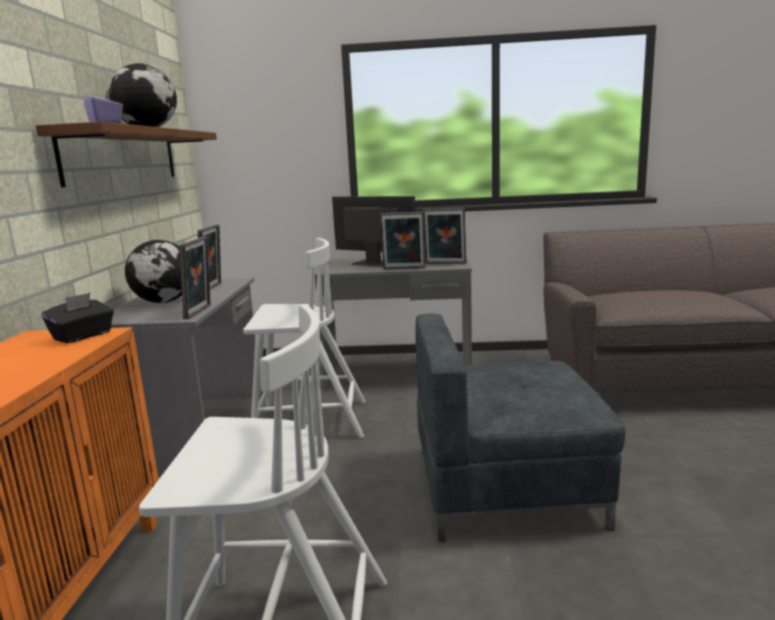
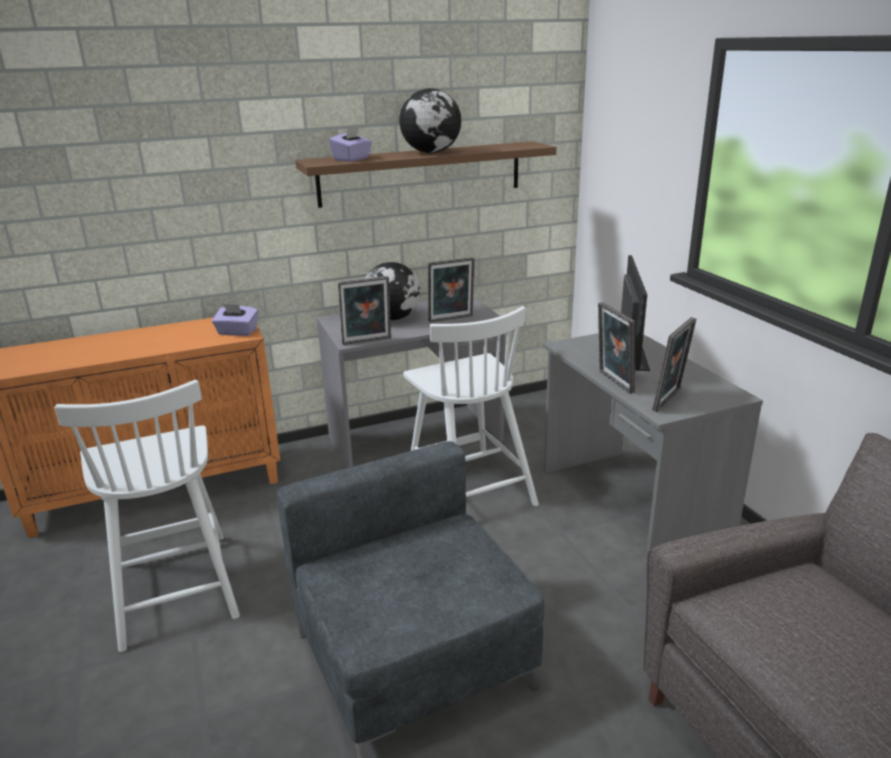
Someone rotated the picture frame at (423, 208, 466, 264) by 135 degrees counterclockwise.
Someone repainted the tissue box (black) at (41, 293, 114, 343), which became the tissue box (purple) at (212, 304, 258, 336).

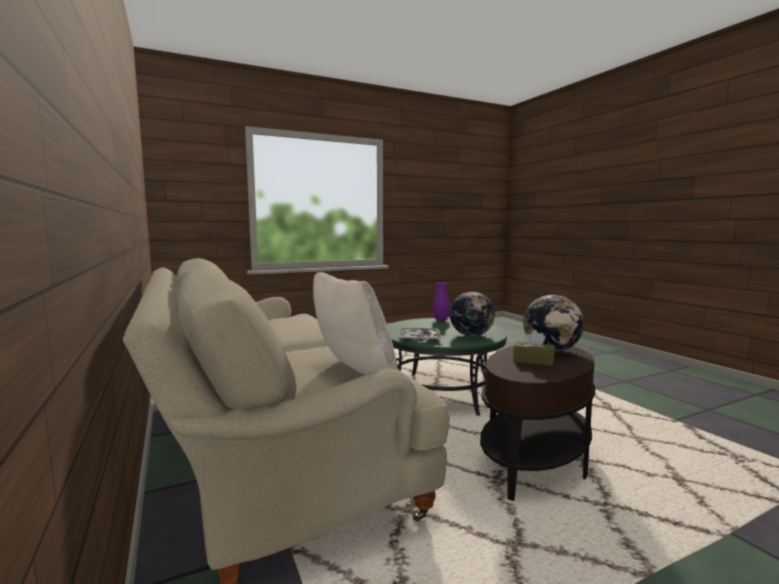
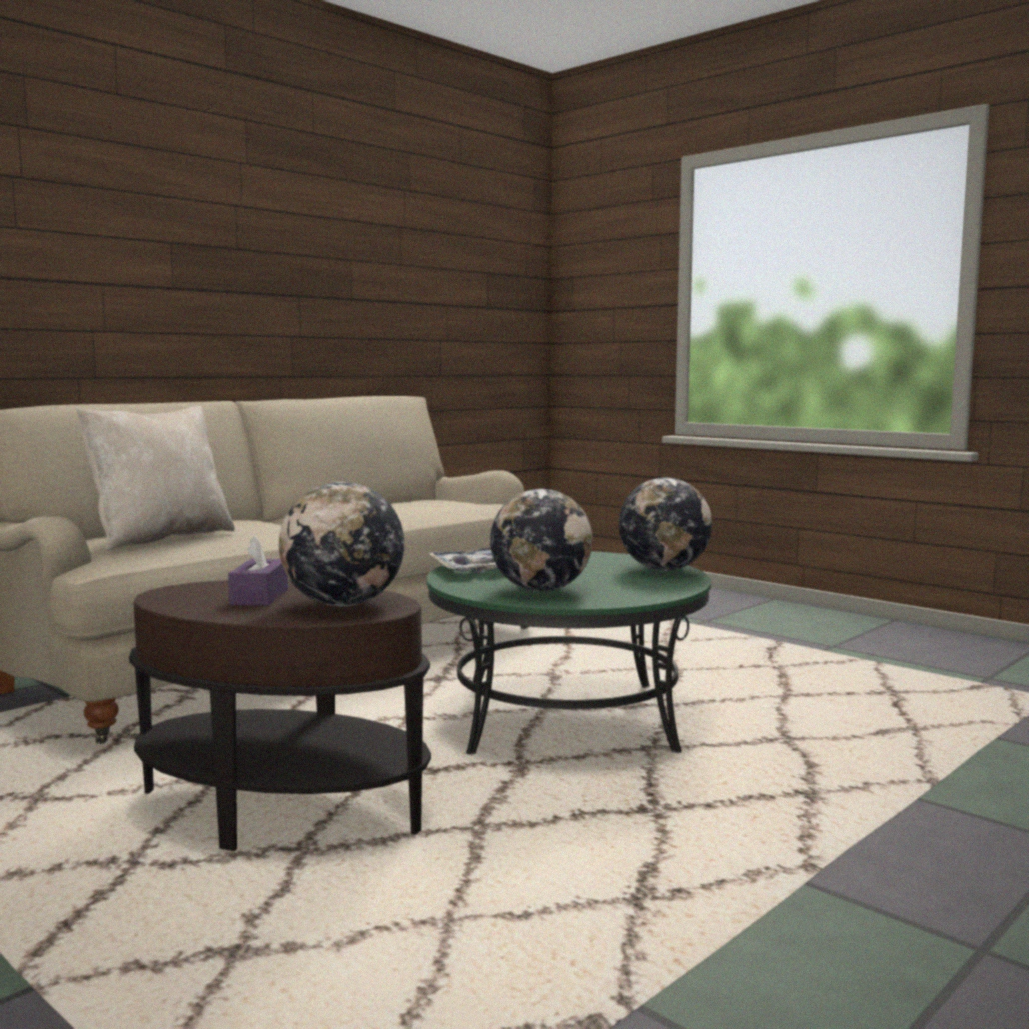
Someone swapped the vase (purple) at (432, 282, 450, 321) for the globe at (619, 477, 712, 571).
Someone repainted the tissue box (brown) at (513, 330, 555, 366), which became the tissue box (purple) at (228, 535, 288, 606).

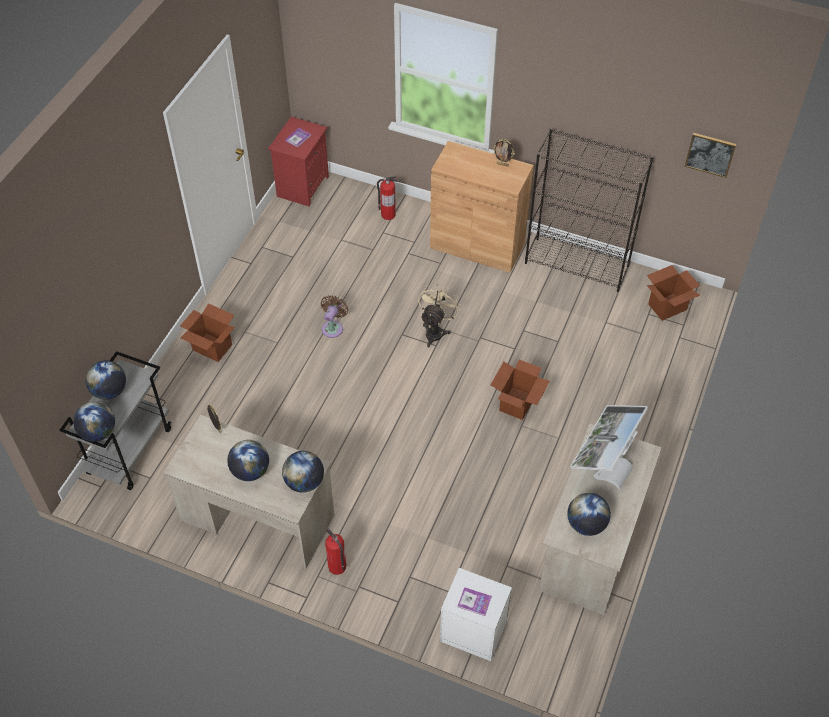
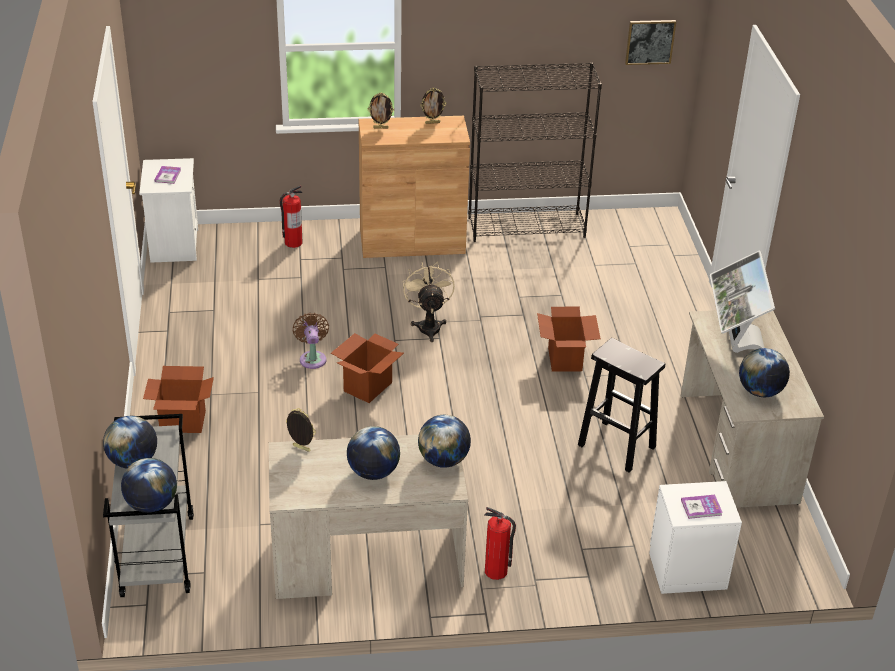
Someone repainted the nightstand (red) at (268, 117, 329, 206), which became the nightstand (white) at (139, 158, 198, 263).
Someone carried the cardboard box from (647, 265, 700, 321) to (331, 333, 404, 403).
Someone put down the picture frame at (368, 93, 394, 129).
Someone put down the stool (black) at (578, 338, 665, 473).

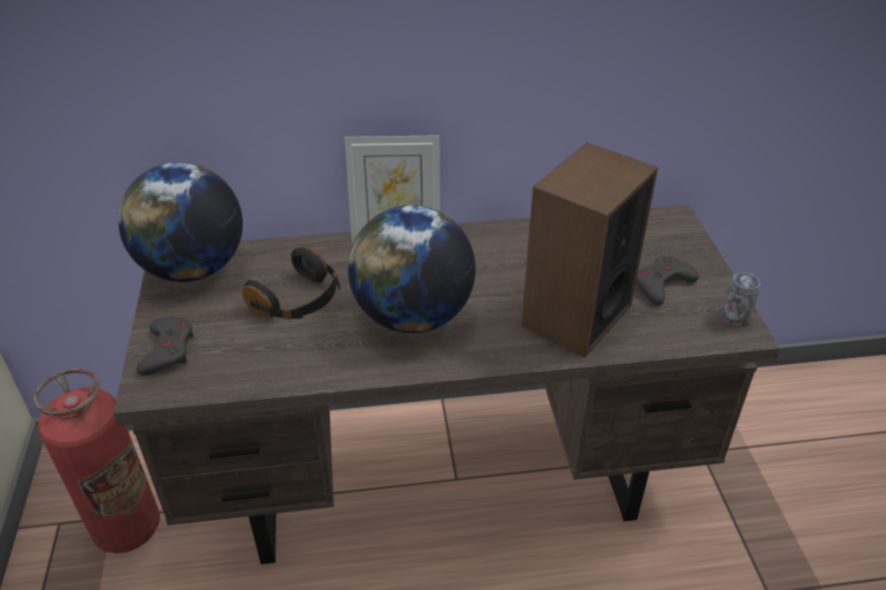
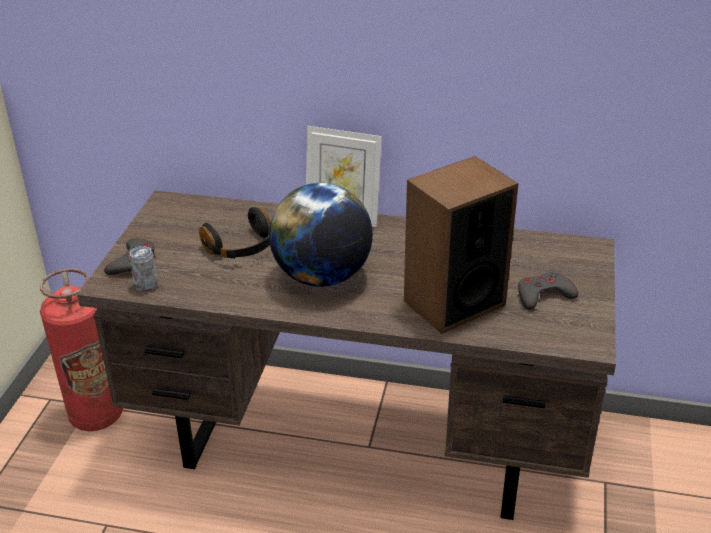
Someone took away the globe at (118, 162, 243, 282).
Someone carried the can from (721, 272, 760, 327) to (129, 246, 158, 292).

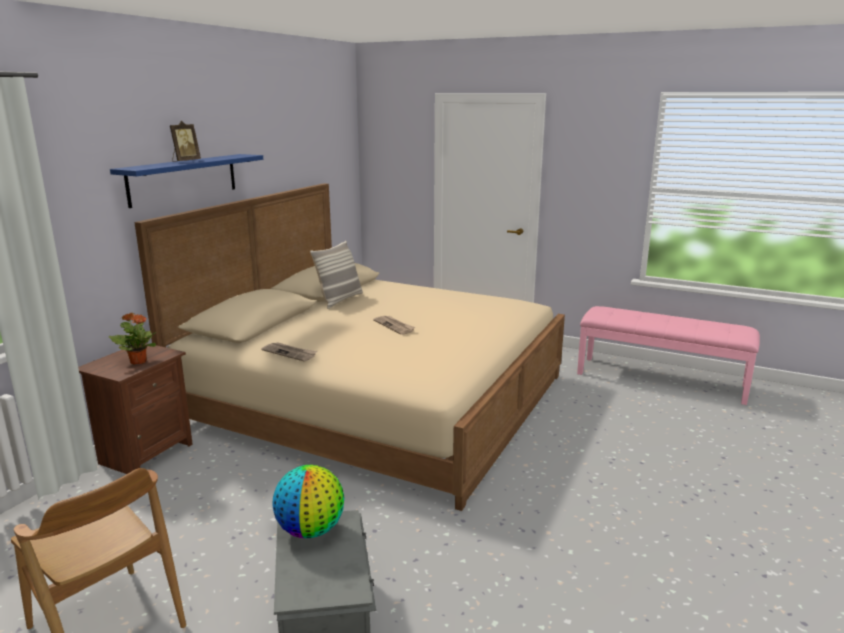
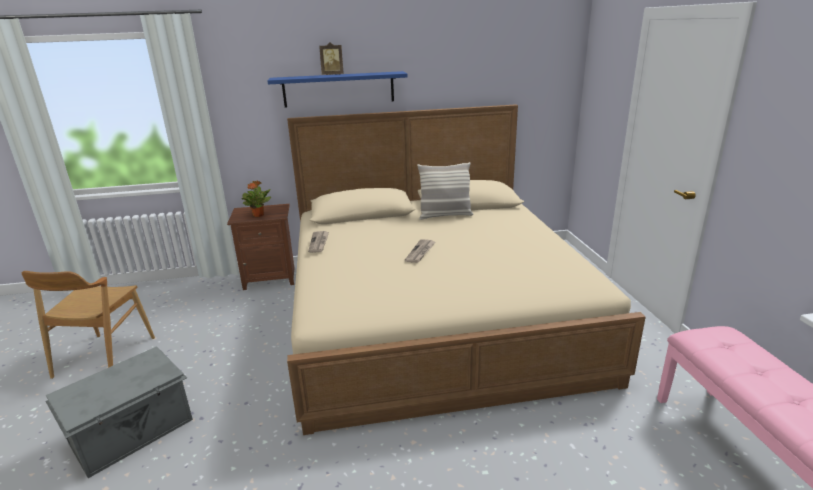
Someone took away the globe at (272, 465, 344, 538).

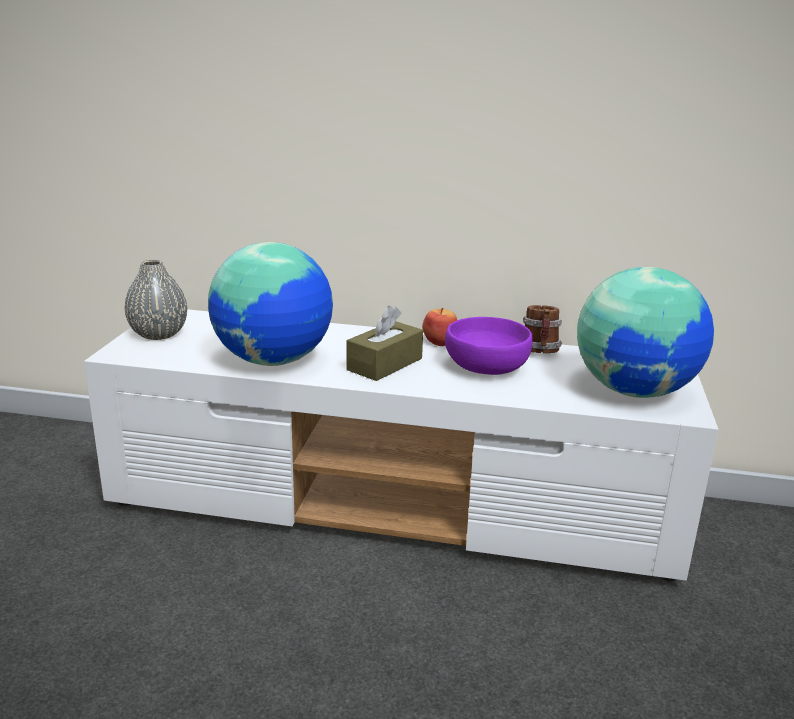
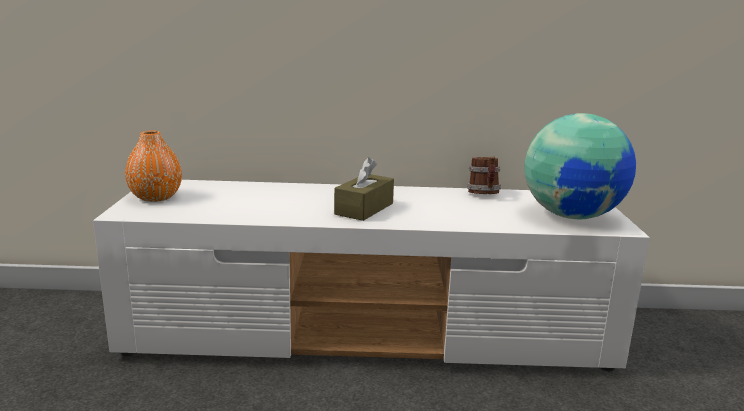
Someone took away the globe at (208, 242, 333, 366).
Someone repainted the vase (grey) at (125, 260, 187, 340), which became the vase (orange) at (125, 131, 182, 202).
Someone took away the apple at (422, 308, 457, 346).
Someone took away the bowl (purple) at (445, 317, 533, 375).

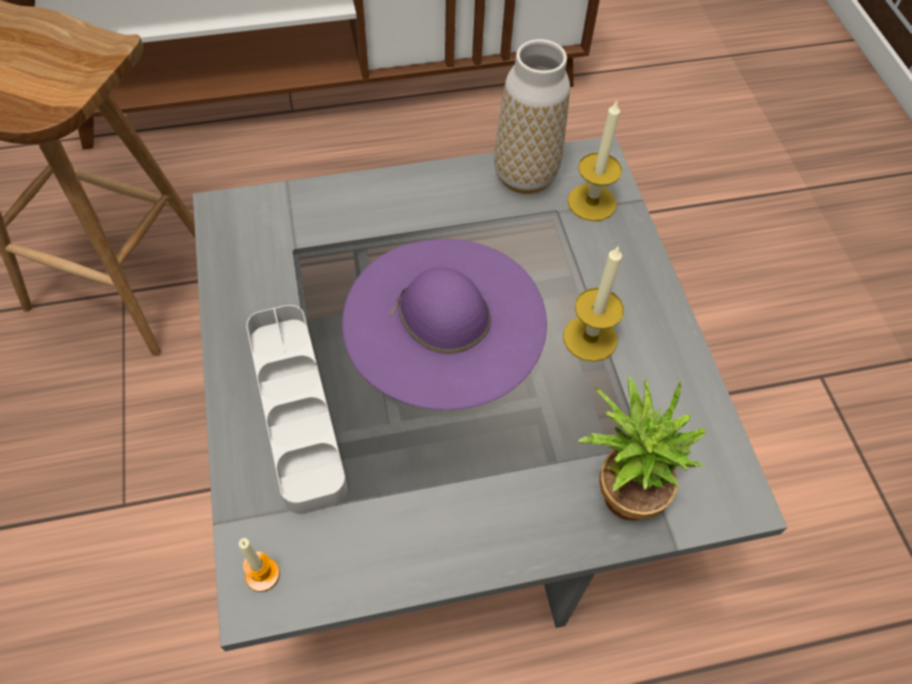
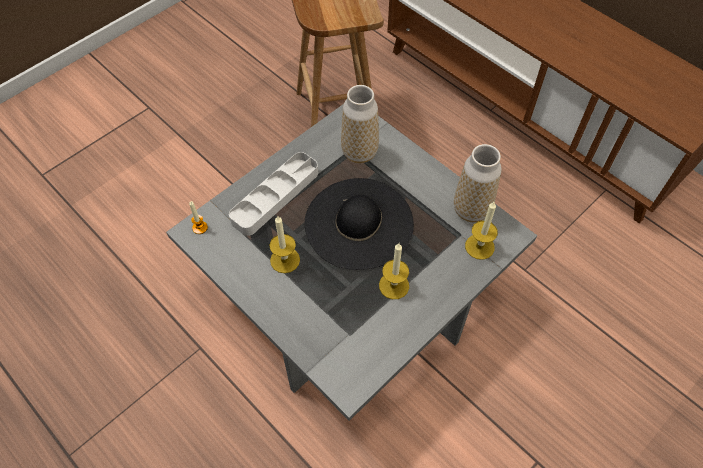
Someone repainted the hat (purple) at (342, 239, 547, 410), which became the hat (black) at (305, 178, 414, 270).
Someone took away the potted plant at (578, 376, 706, 520).
Someone put down the vase at (341, 85, 379, 163).
Someone put down the candle at (269, 215, 300, 273).

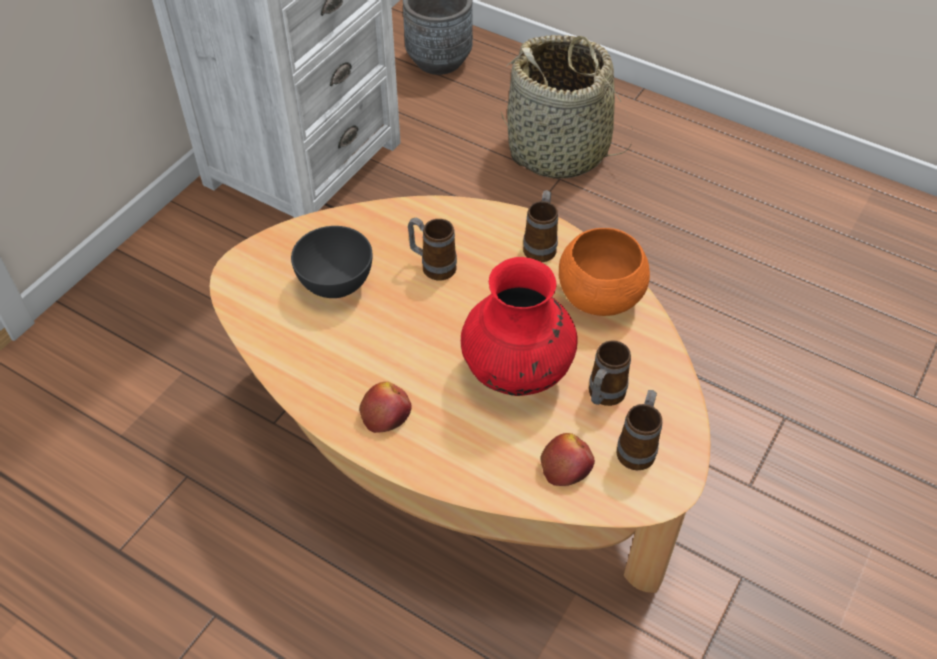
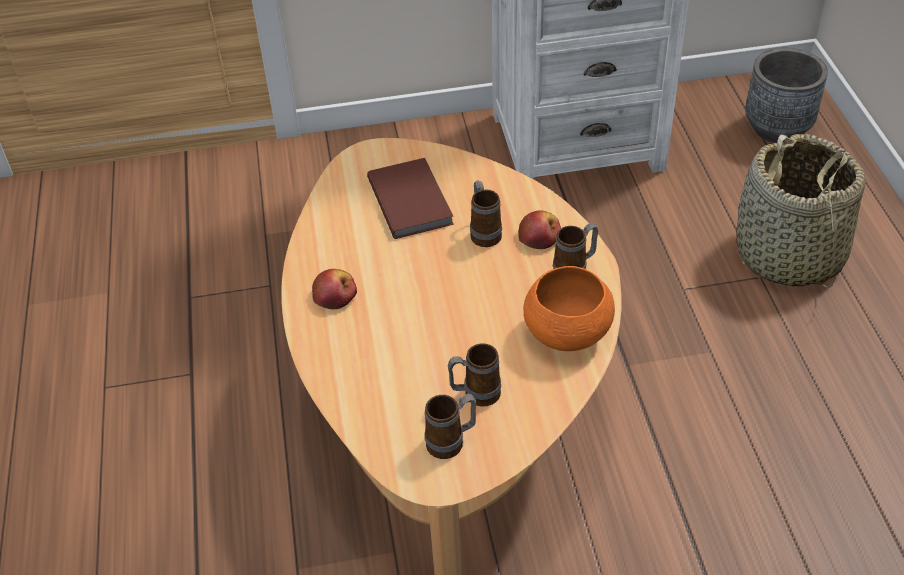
Someone swapped the bowl (grey) at (291, 226, 372, 298) for the book (brown) at (367, 158, 454, 239).
Someone took away the vase (red) at (461, 257, 578, 396).
Someone carried the apple from (540, 433, 595, 486) to (518, 210, 561, 249).

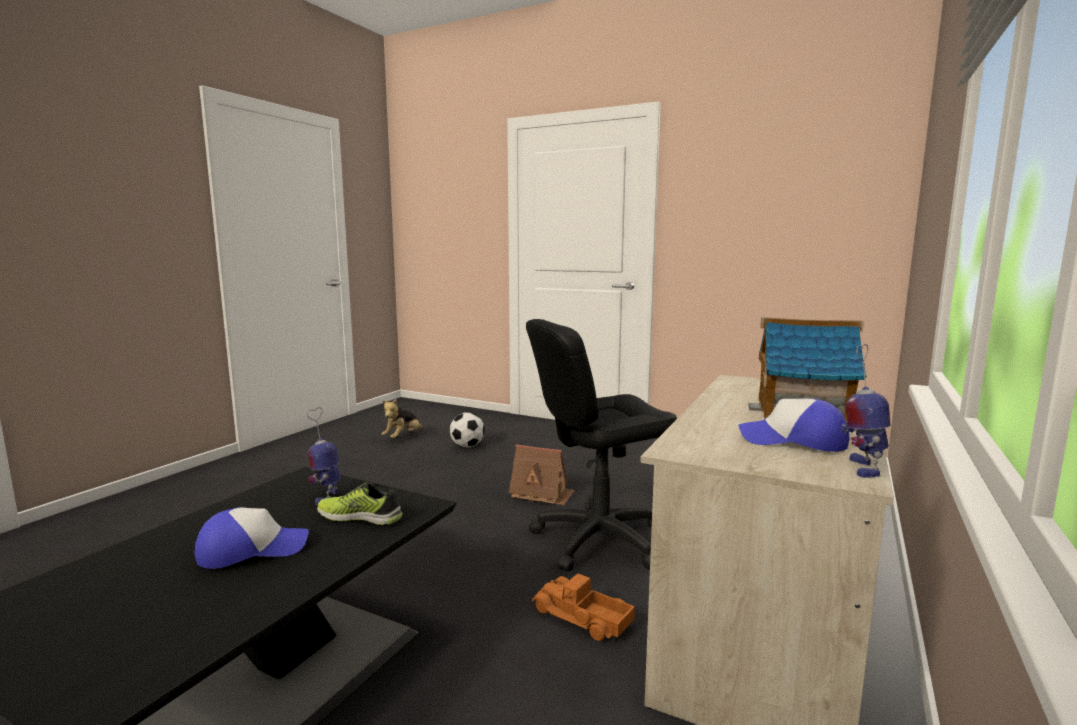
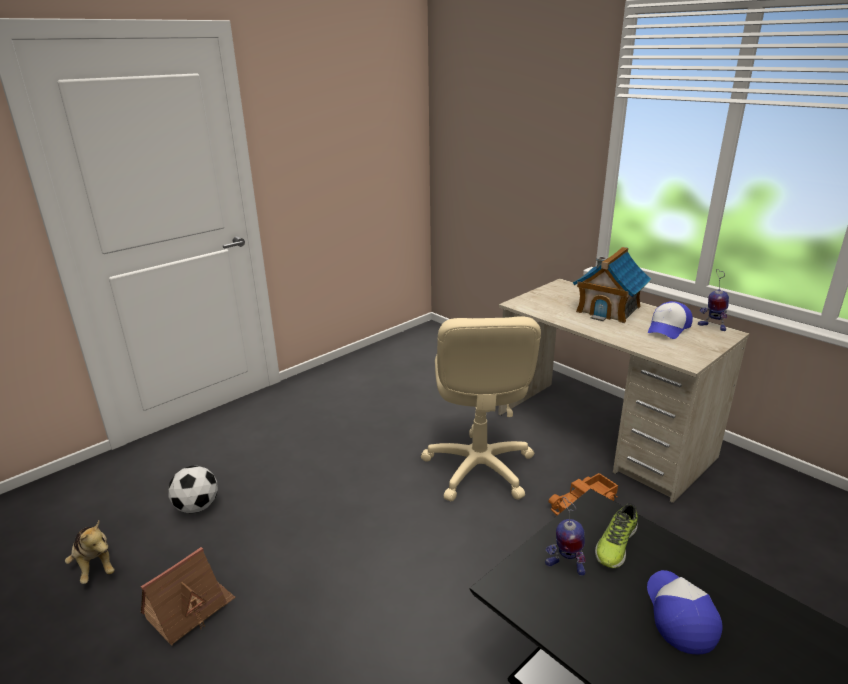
Someone repainted the office chair (black) at (526, 319, 677, 571), which became the office chair (beige) at (421, 316, 541, 502).
Someone carried the toy house from (509, 444, 575, 505) to (141, 547, 236, 646).

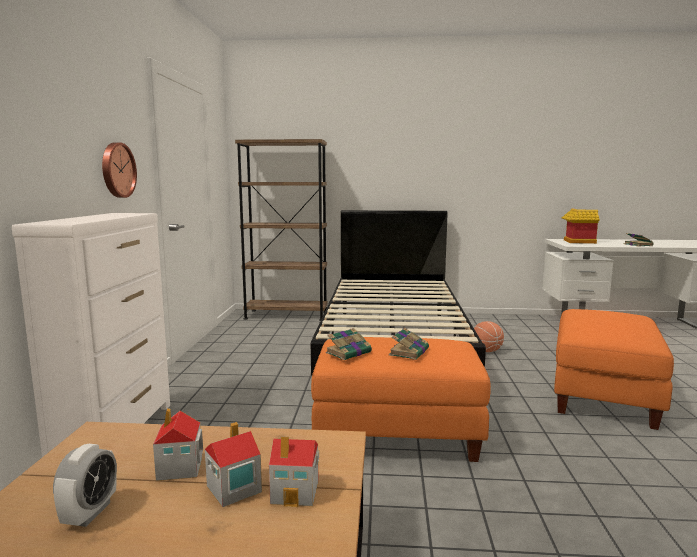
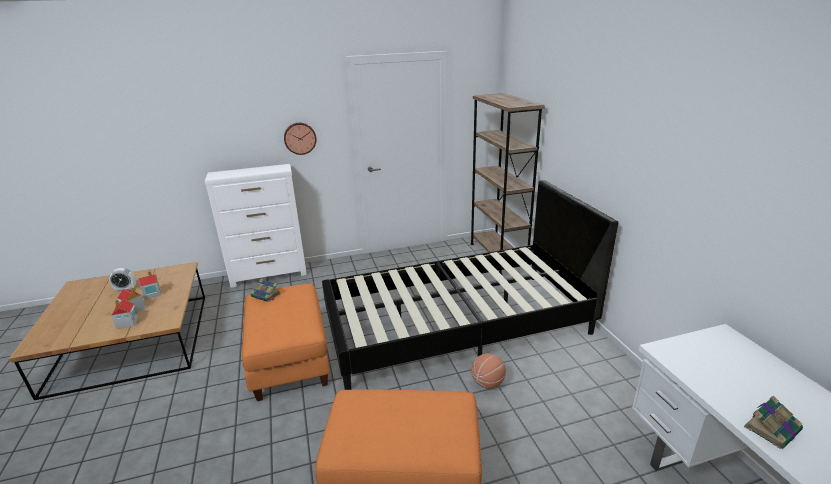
Someone took away the toy house at (561, 209, 600, 244).
Someone took away the book at (389, 327, 429, 360).

